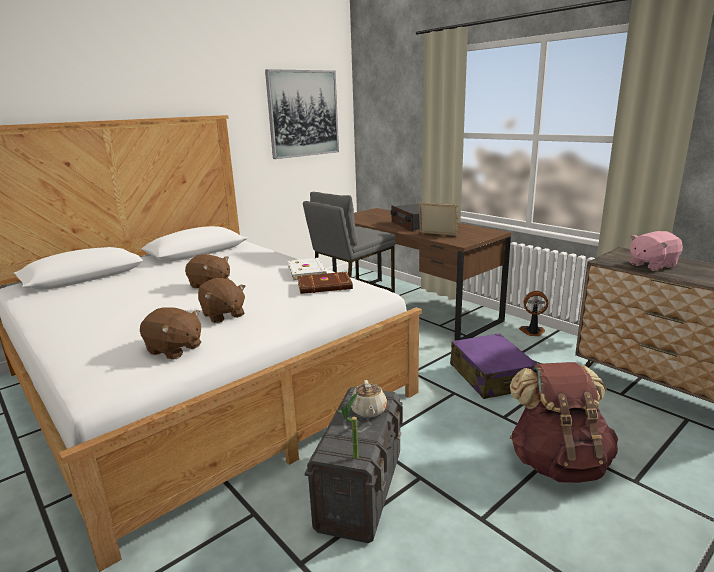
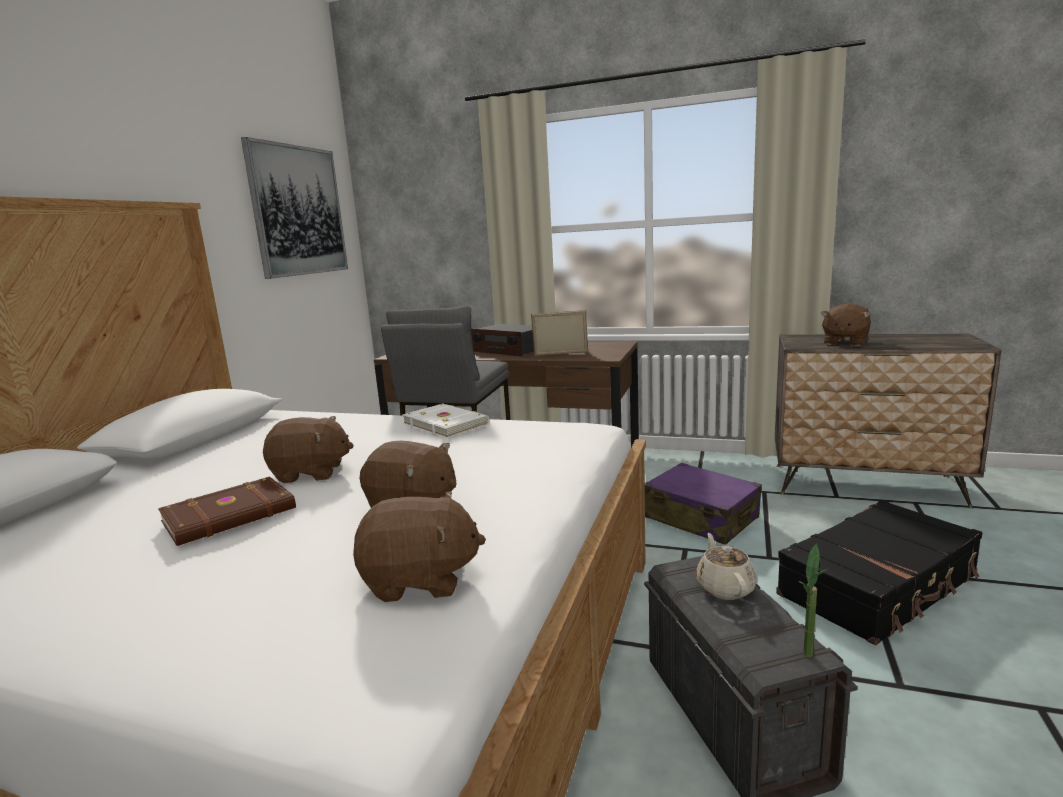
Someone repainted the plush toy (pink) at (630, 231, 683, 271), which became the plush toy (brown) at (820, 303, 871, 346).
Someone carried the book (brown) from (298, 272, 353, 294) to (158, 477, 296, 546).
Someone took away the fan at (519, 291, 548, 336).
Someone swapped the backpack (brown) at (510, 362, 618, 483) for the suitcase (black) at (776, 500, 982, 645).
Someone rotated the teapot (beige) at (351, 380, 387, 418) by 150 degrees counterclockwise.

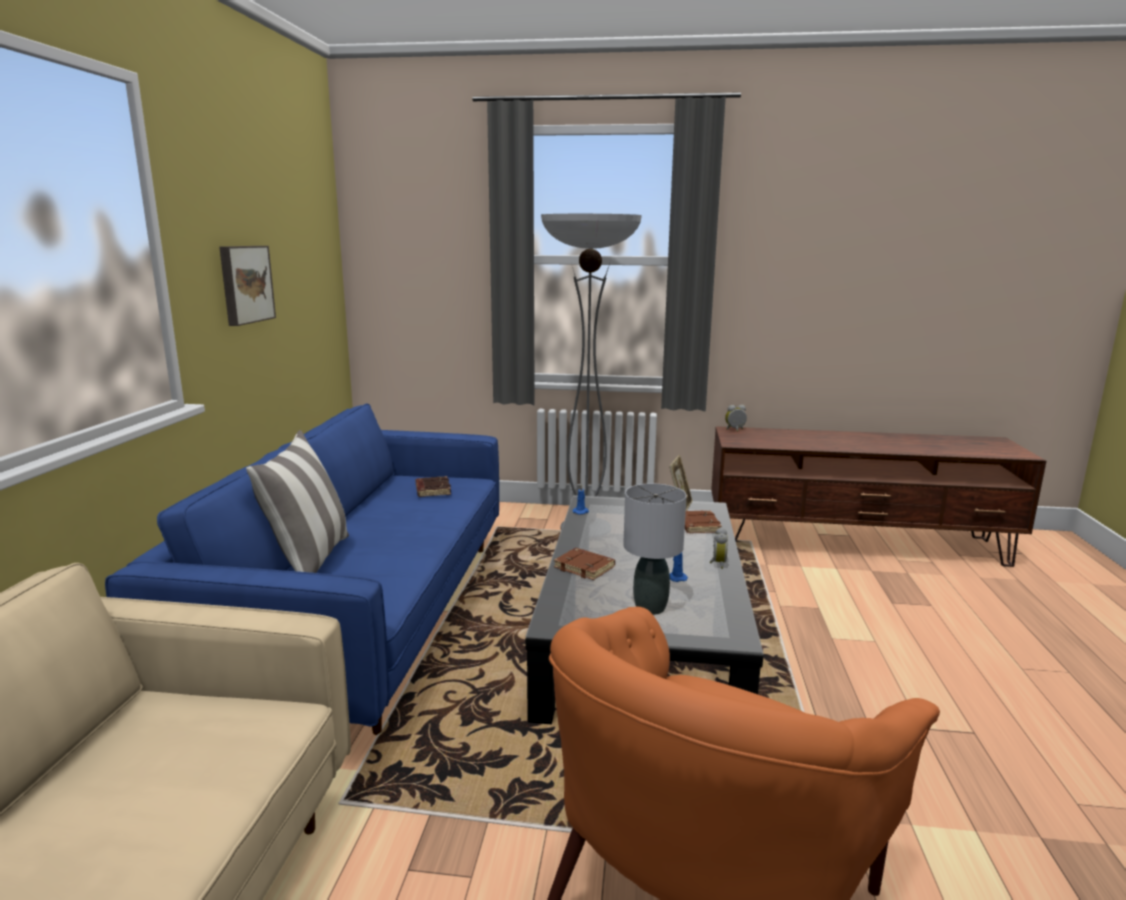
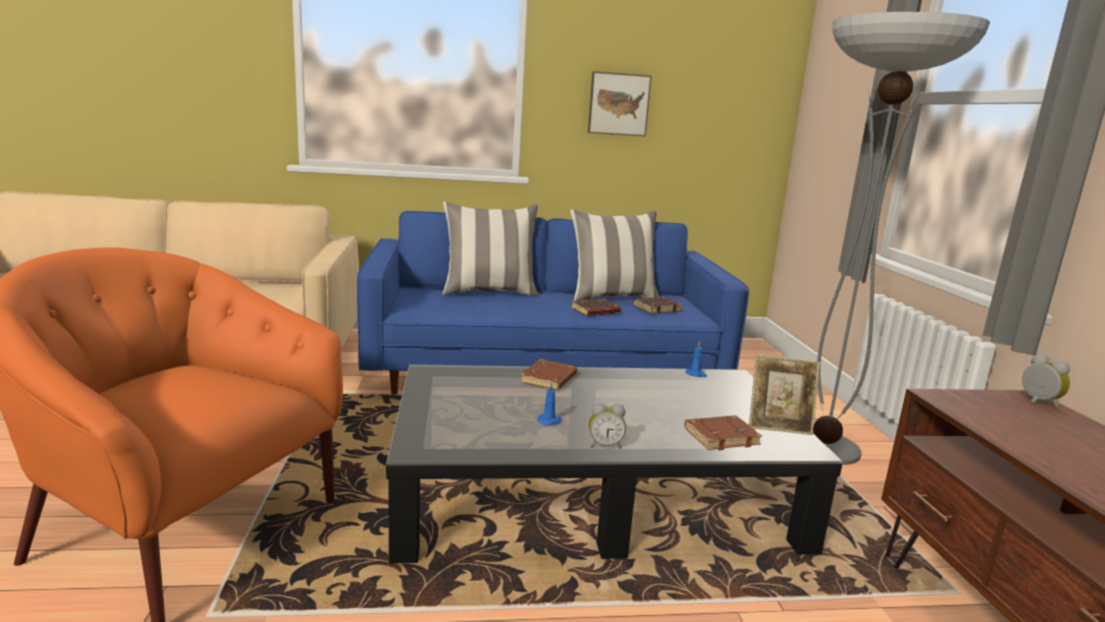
Someone took away the table lamp (grey) at (623, 483, 687, 615).
Someone put down the pillow at (570, 210, 660, 301).
Someone put down the book (brown) at (571, 298, 621, 316).

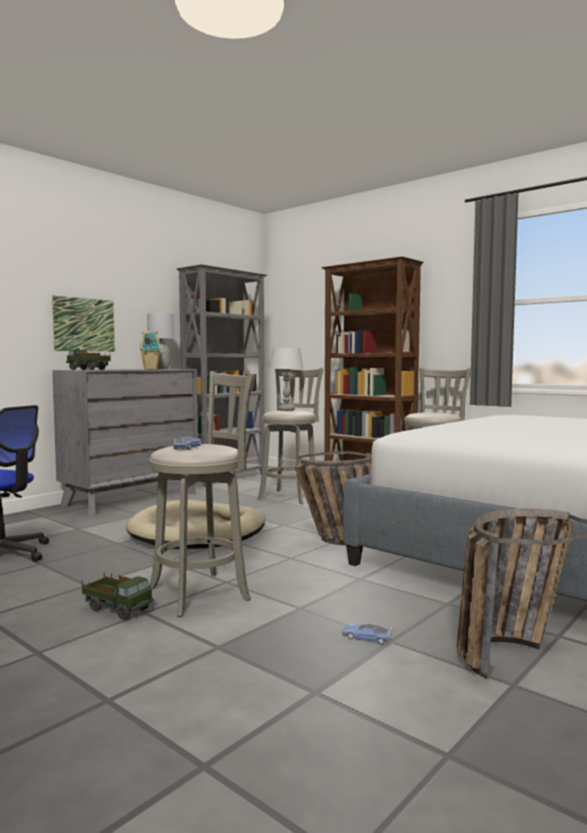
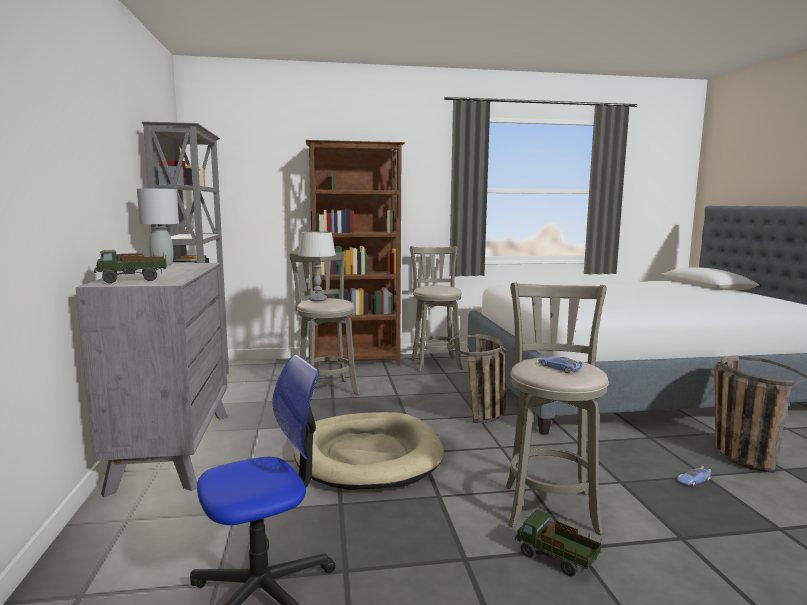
Someone took away the picture at (52, 296, 115, 352).
Someone took away the toy house at (140, 331, 161, 369).
Someone rotated the toy truck at (82, 571, 154, 620) by 120 degrees counterclockwise.

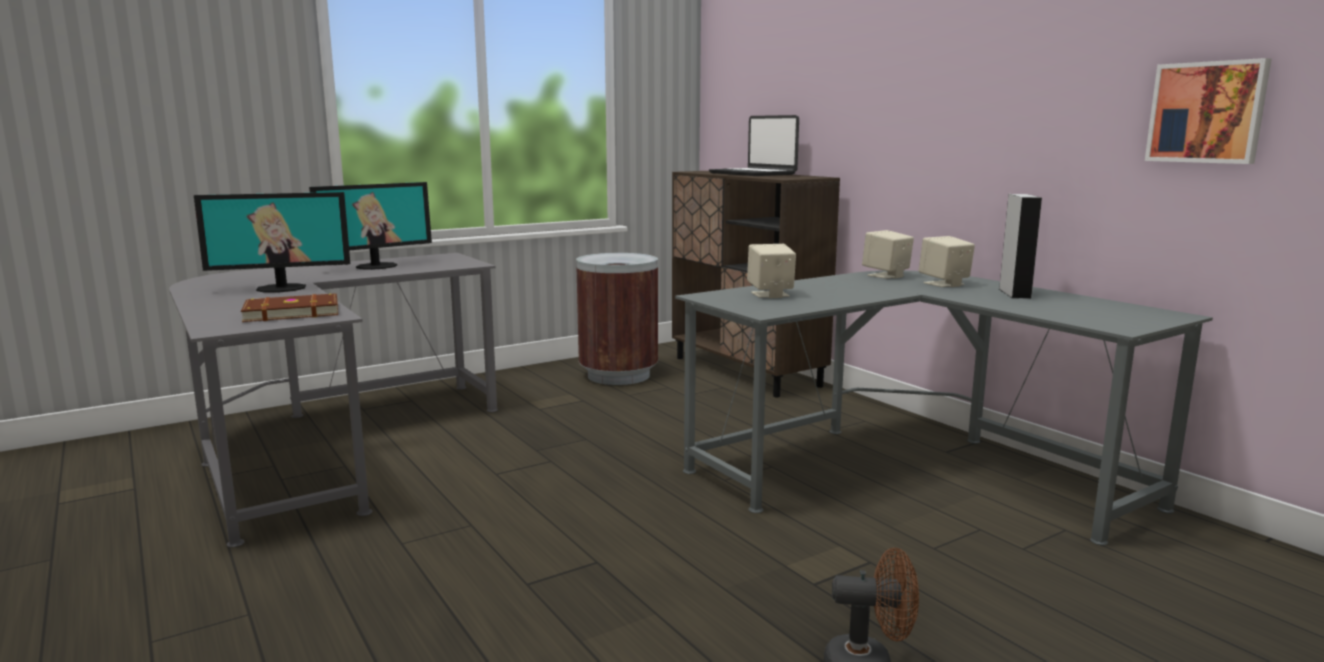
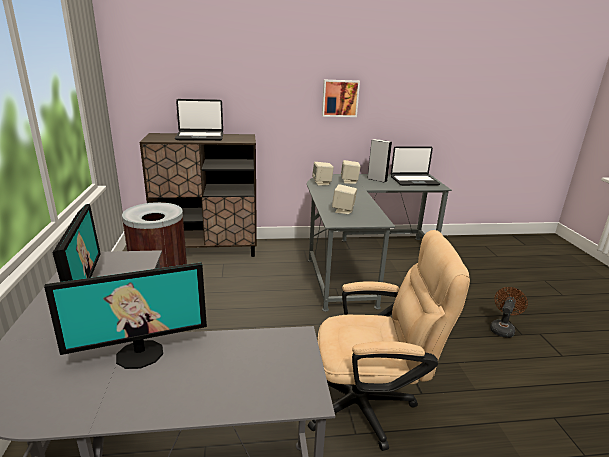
Someone carried the picture from (1145, 58, 1272, 164) to (322, 80, 360, 117).
Someone rotated the monitor at (194, 192, 350, 293) by 60 degrees clockwise.
Someone took away the book (brown) at (241, 293, 338, 322).
Someone put down the laptop at (391, 146, 440, 186).
Someone put down the office chair (beige) at (308, 230, 470, 451).

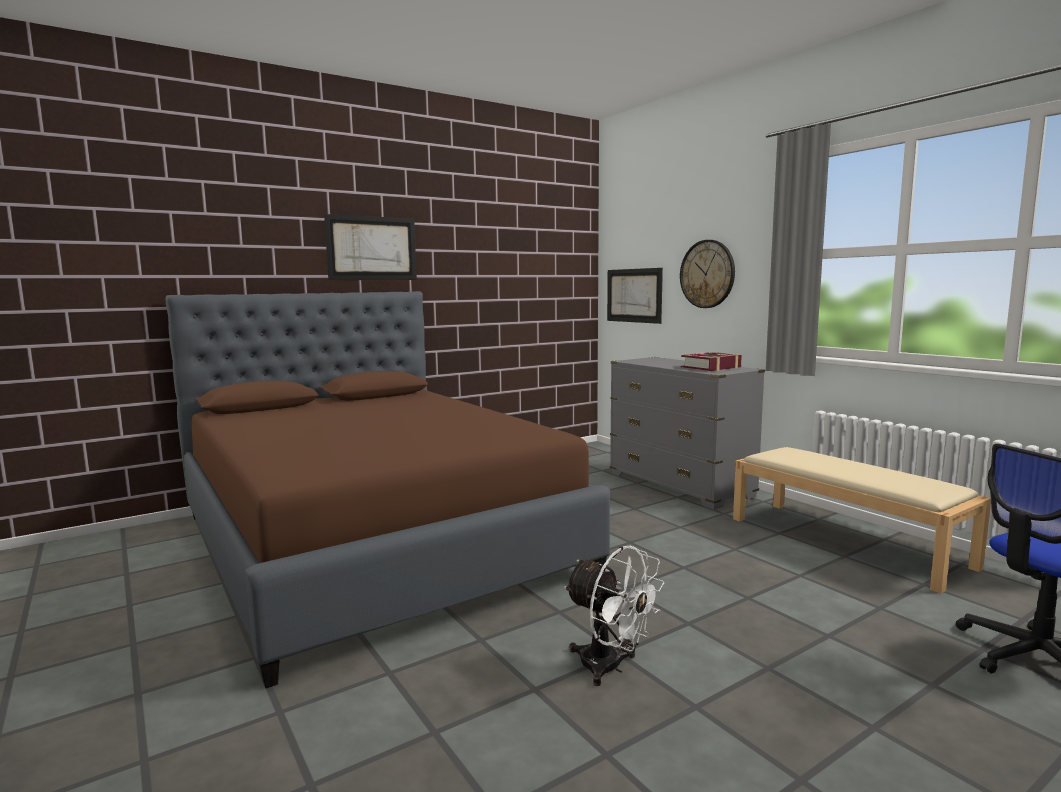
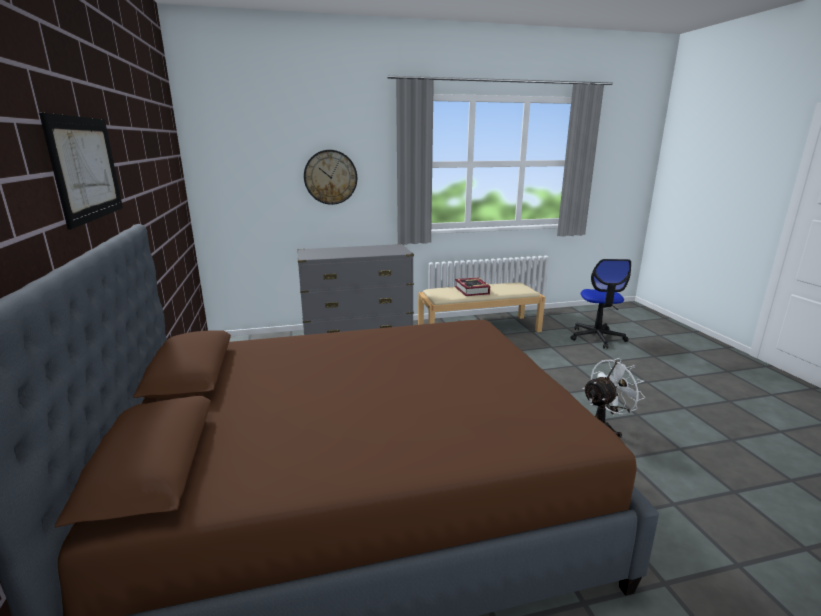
Someone took away the picture at (607, 268, 663, 324).
Someone carried the book from (681, 352, 742, 371) to (455, 277, 490, 296).

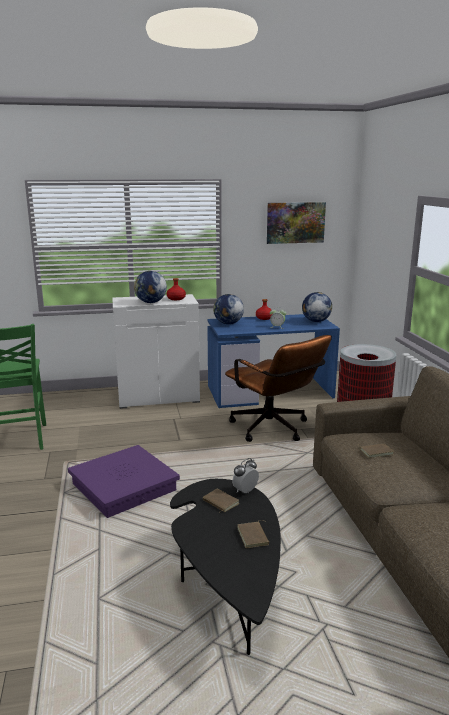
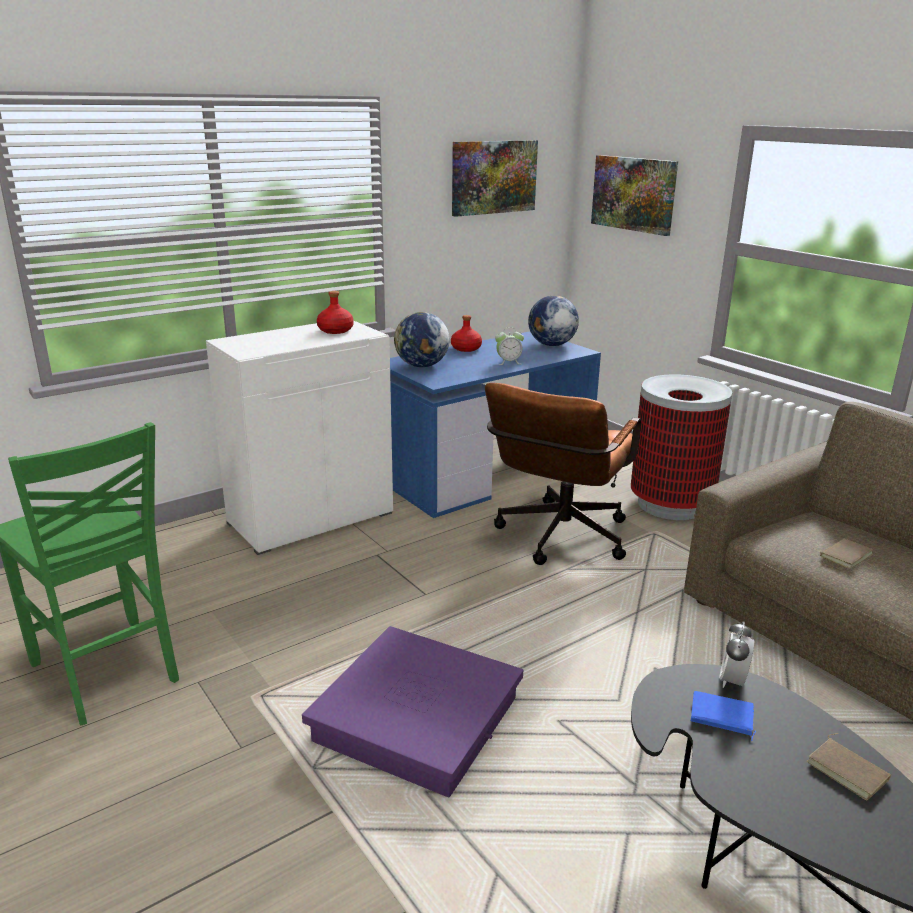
Someone took away the globe at (134, 271, 167, 303).
Someone rotated the office chair (brown) at (225, 335, 332, 442) by 90 degrees clockwise.
Someone repainted the book (brown) at (203, 489, 239, 513), which became the book (blue) at (691, 691, 756, 741).
Someone put up the picture at (591, 155, 678, 236).

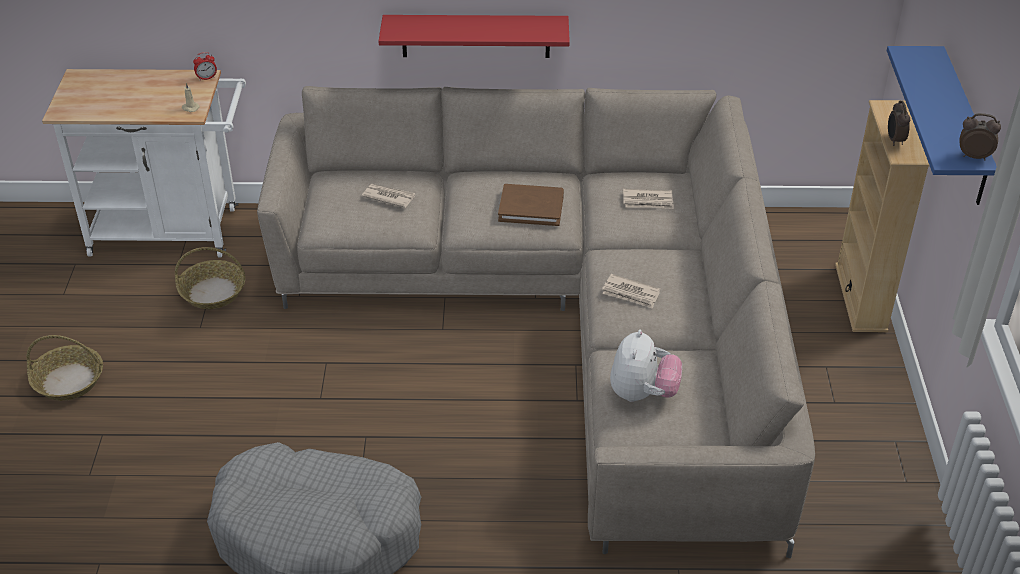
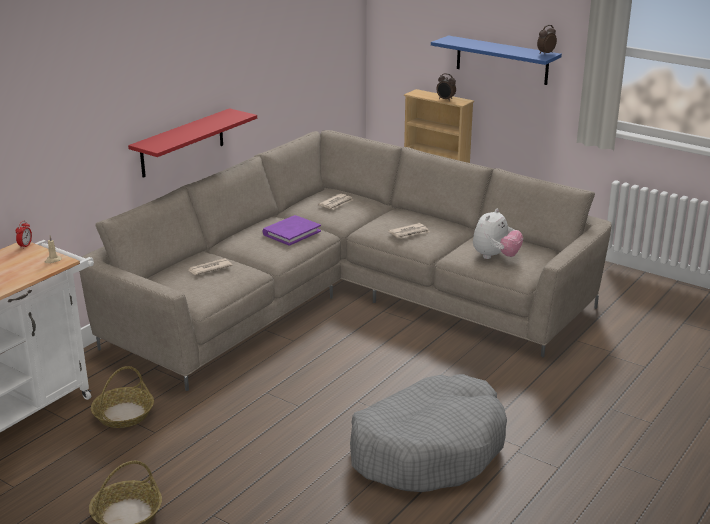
Someone repainted the book (brown) at (498, 184, 564, 226), which became the book (purple) at (263, 215, 321, 246).
Someone rotated the plush toy at (610, 329, 682, 402) by 75 degrees clockwise.

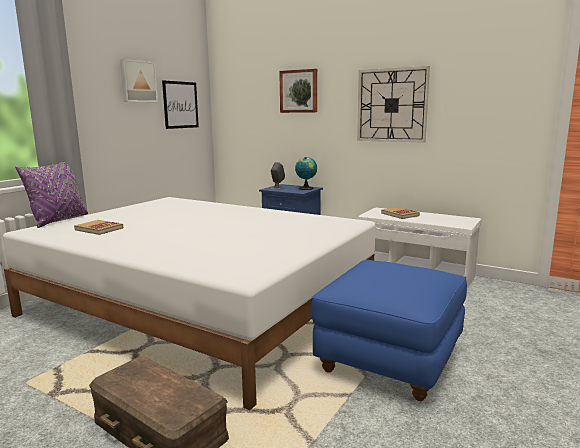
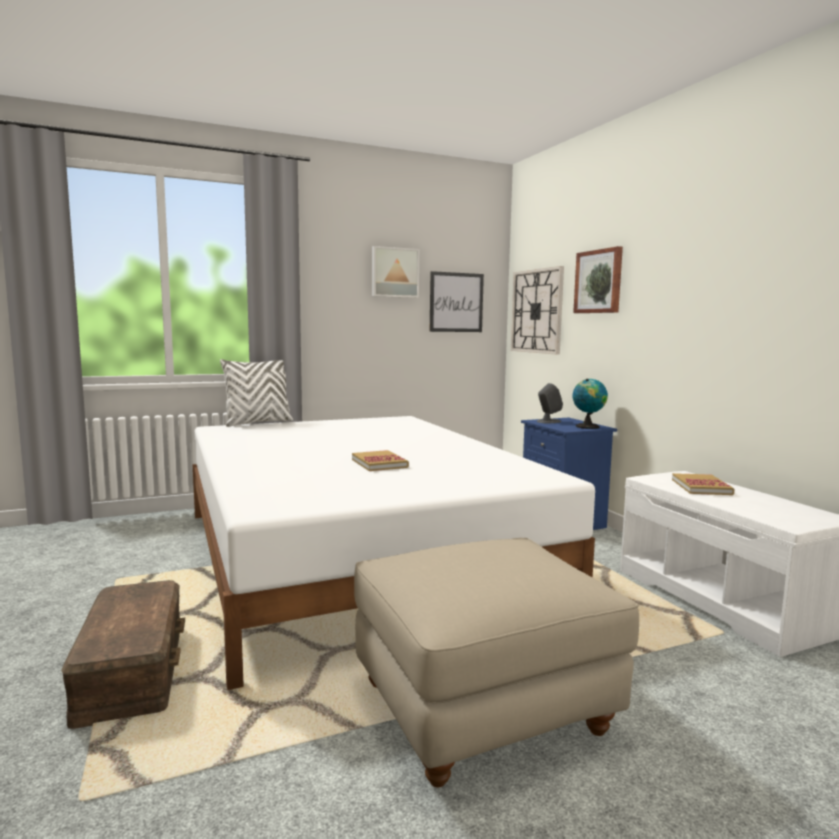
Someone carried the wall clock from (357, 66, 430, 143) to (511, 266, 564, 355).
Someone repainted the pillow (purple) at (15, 162, 88, 228), which became the pillow (white) at (220, 359, 293, 427).
Someone carried the book from (74, 220, 123, 235) to (352, 450, 409, 471).
Someone repainted the ottoman (blue) at (311, 260, 467, 401), which became the ottoman (beige) at (354, 538, 639, 787).

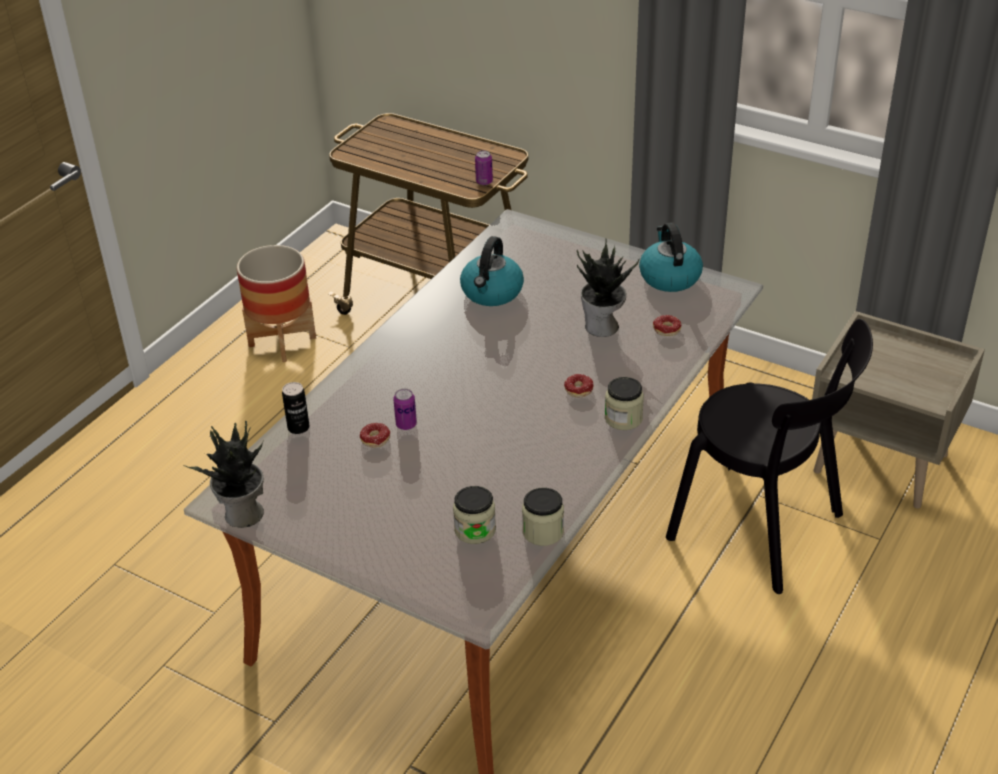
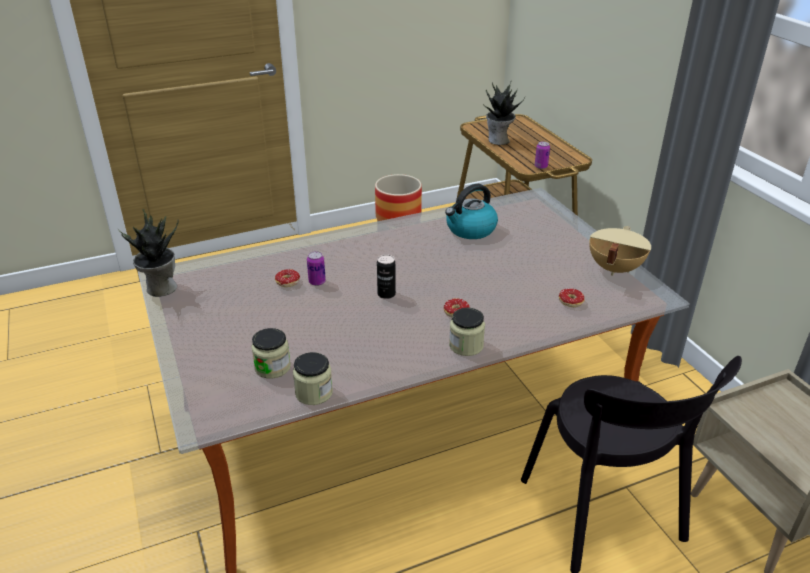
Someone swapped the kettle at (639, 222, 703, 292) for the cooking pot (beige) at (589, 226, 651, 276).
Someone carried the potted plant from (577, 239, 640, 337) to (483, 82, 525, 145).
Someone carried the can from (282, 382, 310, 434) to (377, 254, 396, 299).

